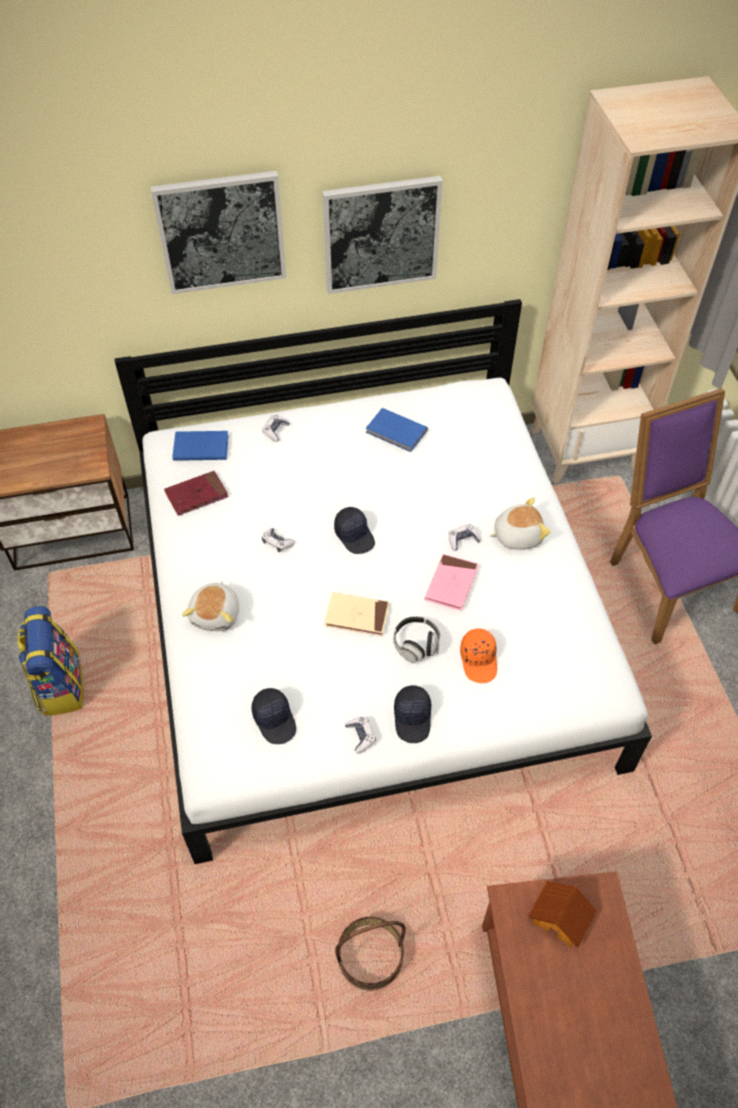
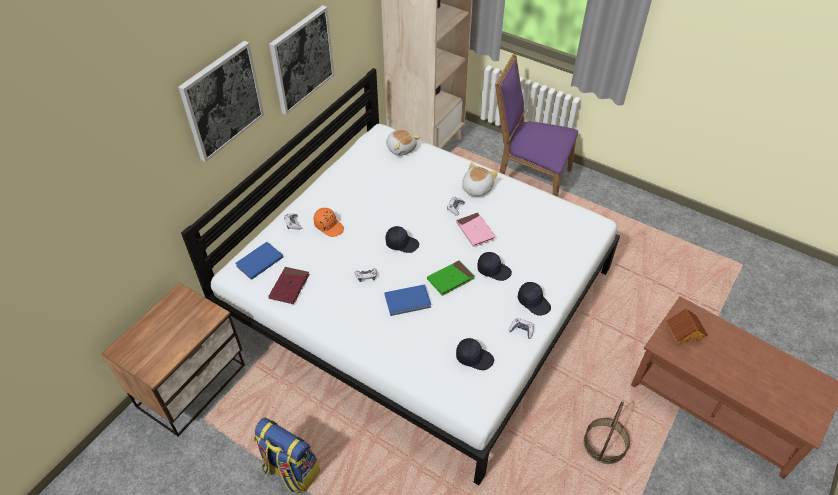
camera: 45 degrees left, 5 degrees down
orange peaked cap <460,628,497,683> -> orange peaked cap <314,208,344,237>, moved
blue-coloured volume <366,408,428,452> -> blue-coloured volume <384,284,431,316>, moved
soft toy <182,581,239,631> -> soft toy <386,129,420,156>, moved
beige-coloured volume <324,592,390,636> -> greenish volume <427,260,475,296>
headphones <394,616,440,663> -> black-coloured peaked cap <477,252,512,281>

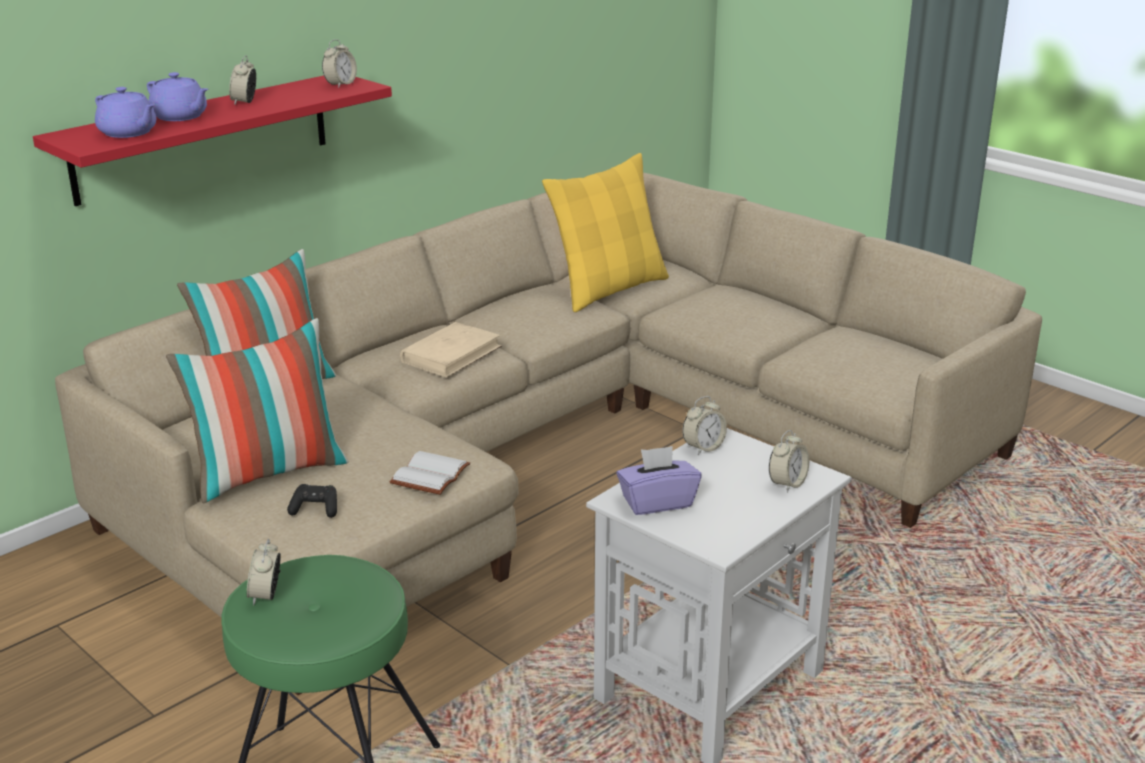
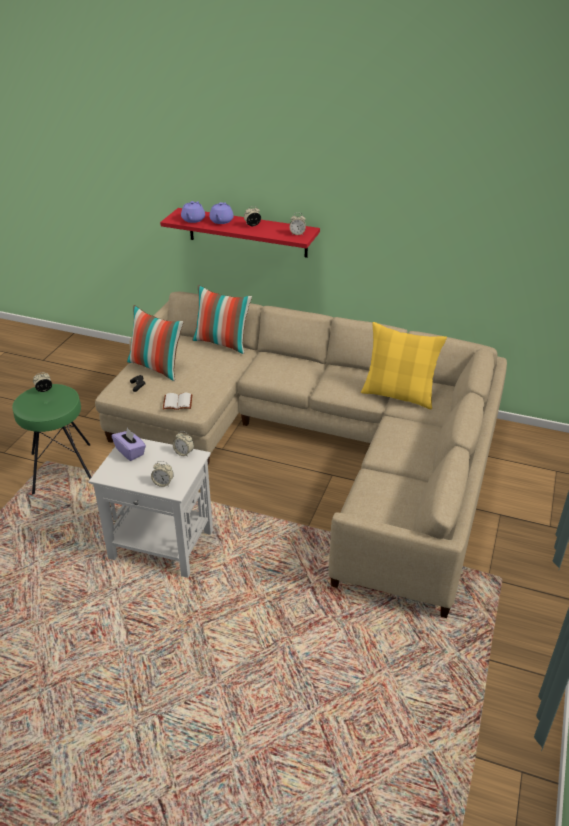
camera: 65 degrees right, 10 degrees up
beige-coloured volume <400,322,502,378> -> none

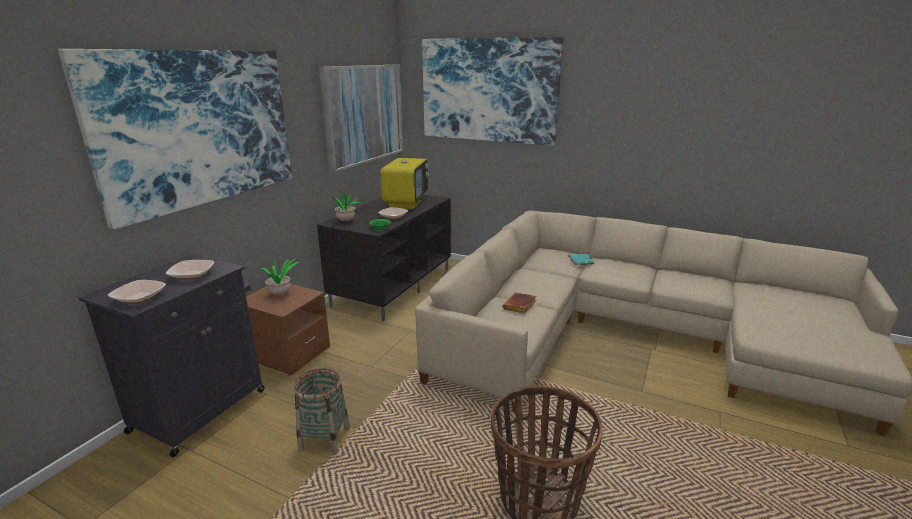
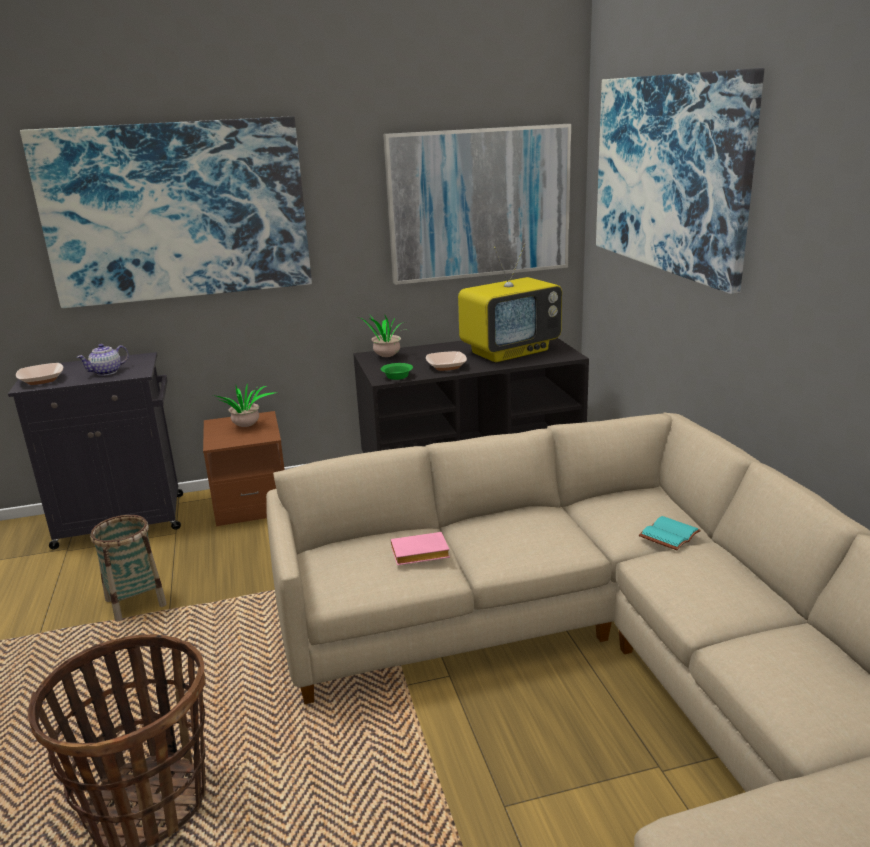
camera: 50 degrees right, 0 degrees up
deep dish <166,260,214,280> -> teapot <77,344,129,376>
brownish volume <503,292,536,314> -> pink-coloured volume <391,532,450,565>

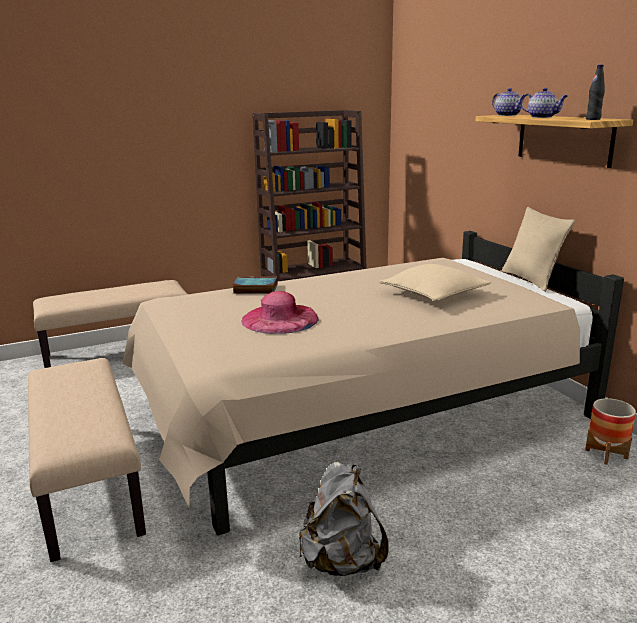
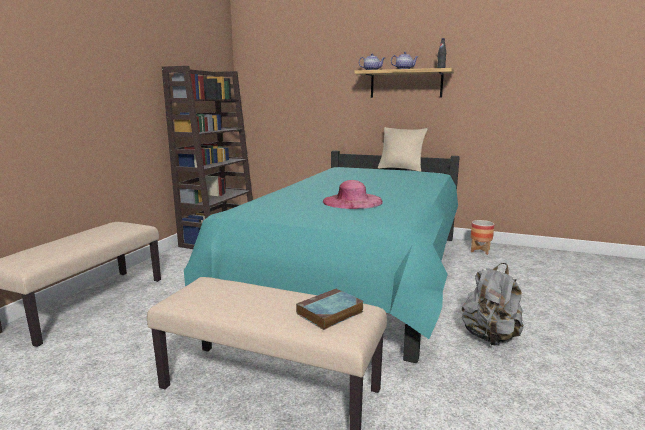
camera: 45 degrees left, 5 degrees down
beige-coloured sleeping bed <122,231,624,536> -> turquoise sleeping bed <184,151,460,363>
volume <232,276,278,294> -> volume <296,288,364,330>, moved
beige-coloured throw pillow <379,264,491,301> -> none

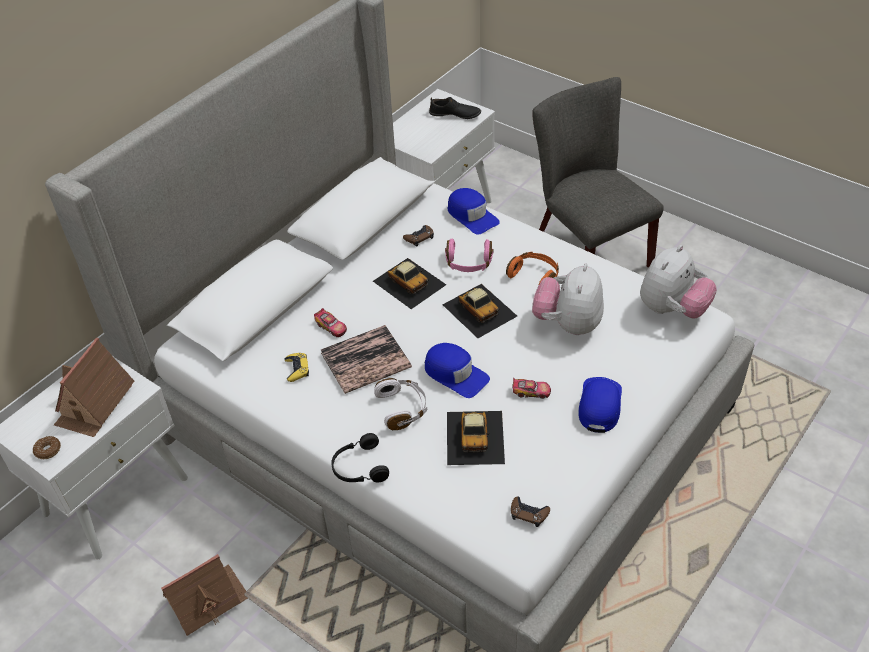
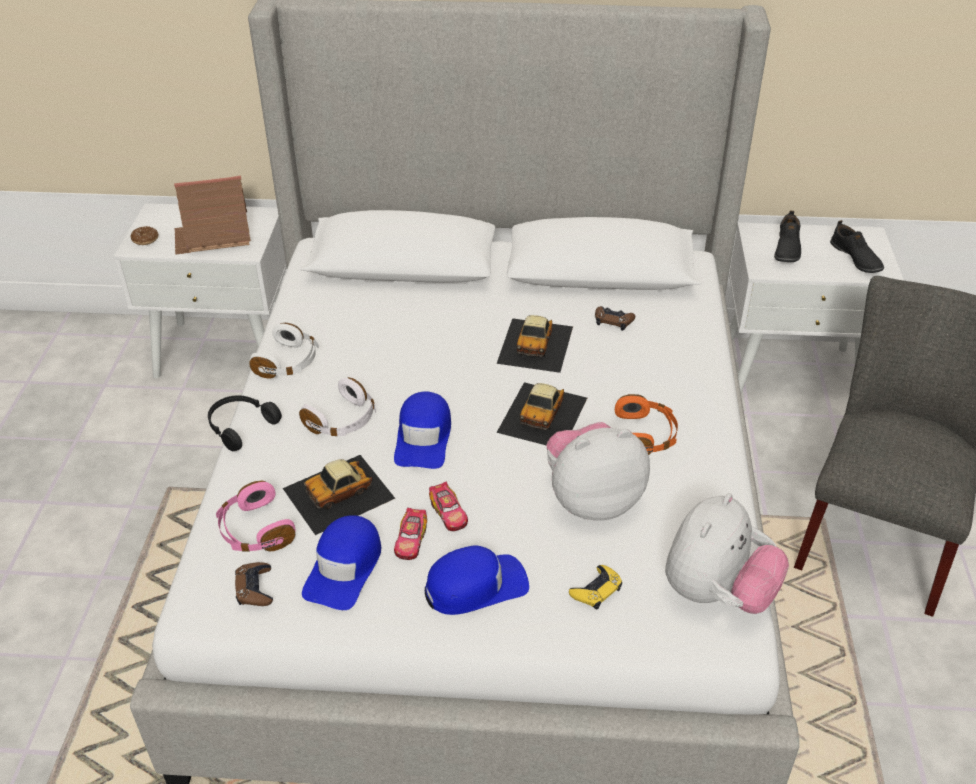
camera: 55 degrees right, 5 degrees down
pink-coloured headphones <445,238,494,272> -> pink-coloured headphones <216,480,295,552>, moved
none -> white headphones <249,323,319,379>
blue-coloured peaked cap <448,188,500,235> -> blue-coloured peaked cap <302,515,381,610>, moved
toy car <314,308,347,337> -> toy car <394,508,427,560>, moved
yellowish game controller <285,353,309,382> -> yellowish game controller <569,565,622,609>, moved
soft toy <640,245,717,319> -> soft toy <665,493,789,614>, 60 degrees counterclockwise
none -> black-coloured low shoe <774,210,801,262>
miniature house <161,554,248,636> -> none
volume <321,325,412,394> -> none

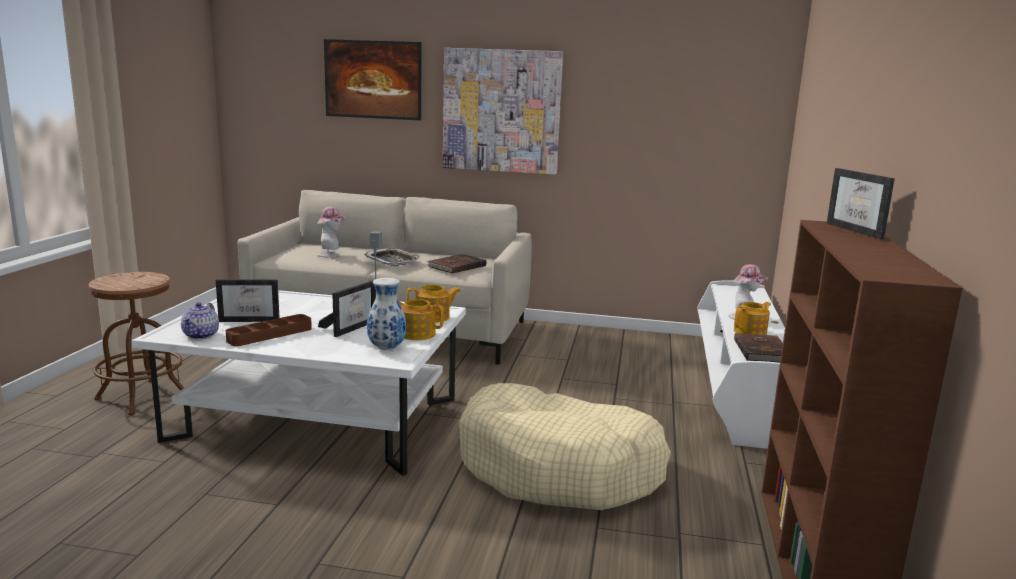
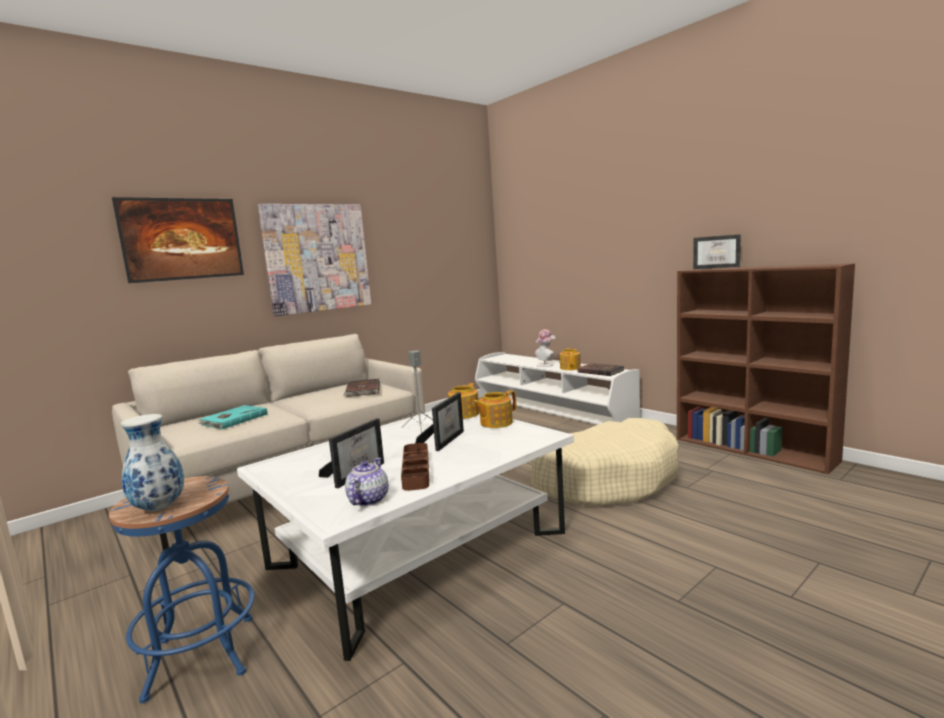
camera: 50 degrees left, 5 degrees down
brownish stool <89,272,184,416> -> blue-coloured stool <109,476,254,703>
flower vase <367,278,407,350> -> flower vase <121,414,184,512>, moved
hat <317,207,346,257> -> turquoise volume <198,405,268,429>
teapot <181,302,219,339> -> teapot <345,458,388,506>, 120 degrees counterclockwise
standing frame <318,280,376,337> -> standing frame <415,392,464,451>, 45 degrees clockwise
carrying tray <364,248,421,266> -> none

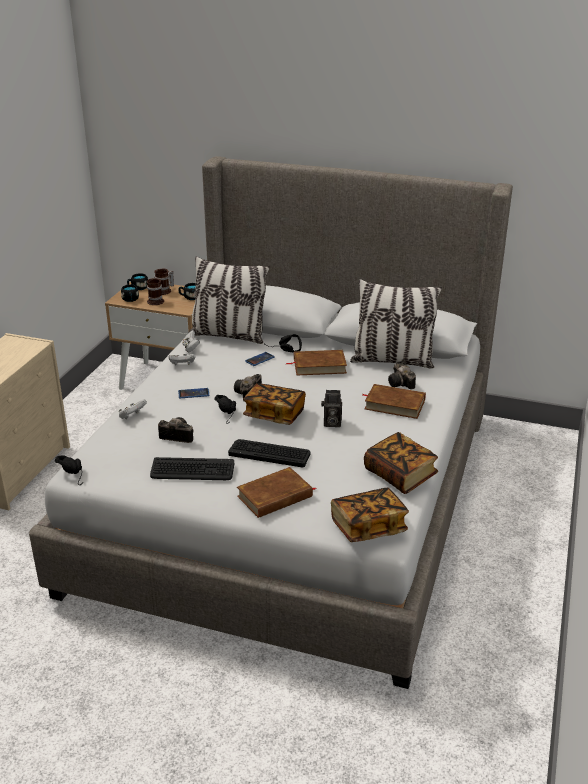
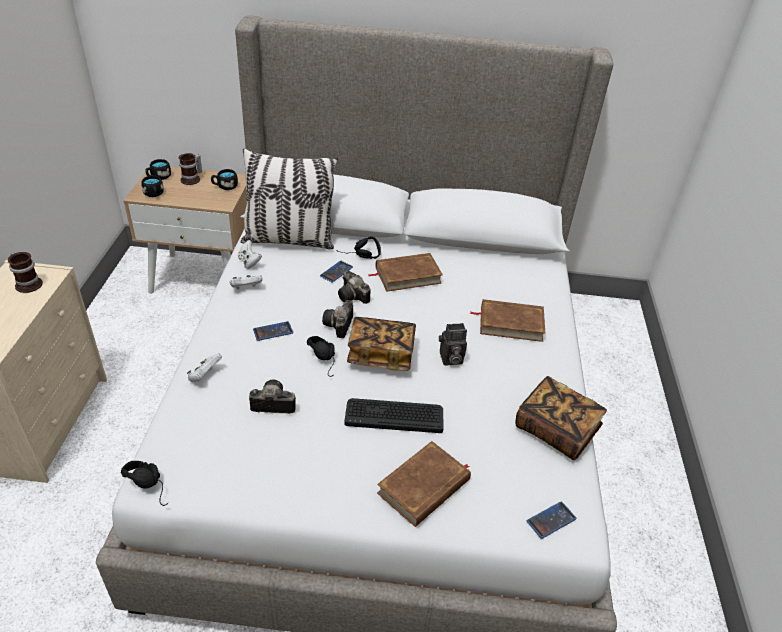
camera: 15 degrees left, 10 degrees up
mug <147,278,164,305> -> mug <8,252,43,293>, moved
still camera <388,362,416,390> -> still camera <338,271,370,304>, moved
volume <331,488,409,542> -> telephone <527,501,576,539>
PC keyboard <150,457,234,480> -> none
throw pillow <350,279,442,369> -> none

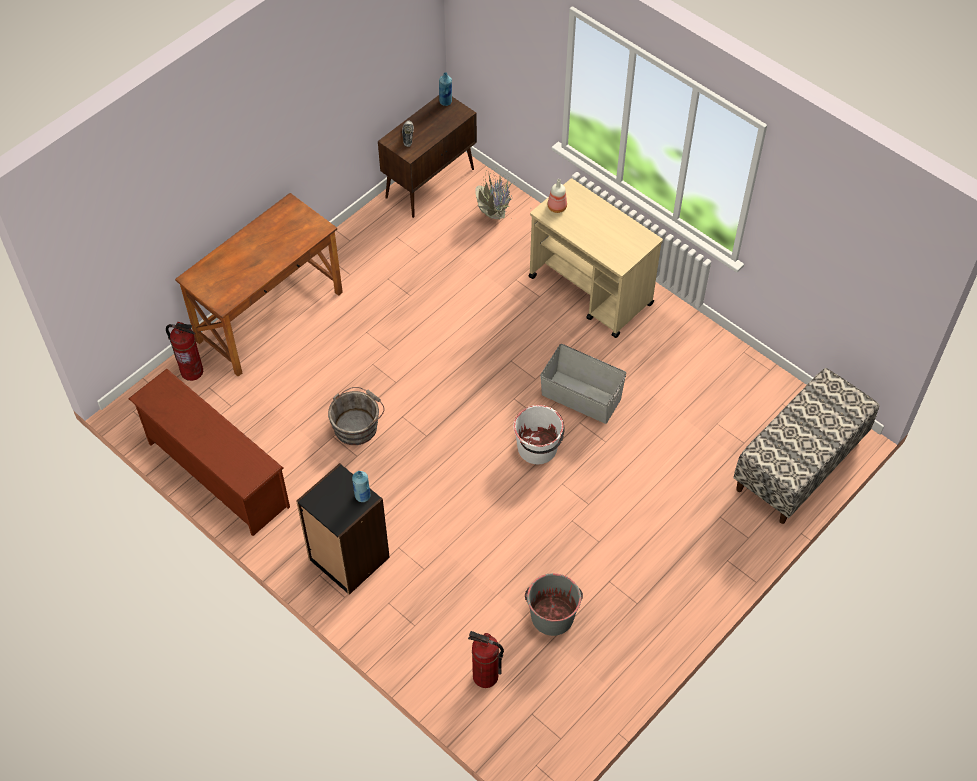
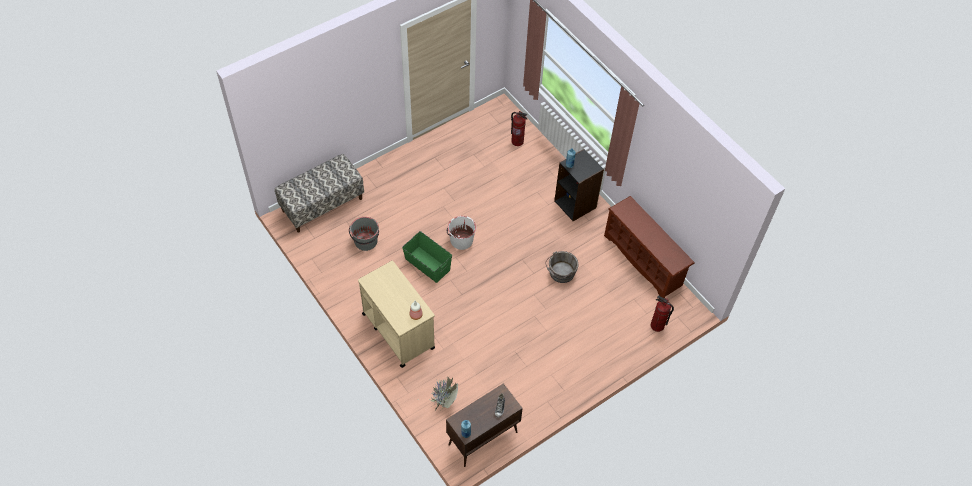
camera: 170 degrees left, 0 degrees up
grey water bucket <525,573,583,636> -> grey water bucket <349,217,379,251>, moved
grey storage box <540,344,627,424> -> greenish storage box <402,231,452,283>
brownish desk table <175,193,343,377> -> none

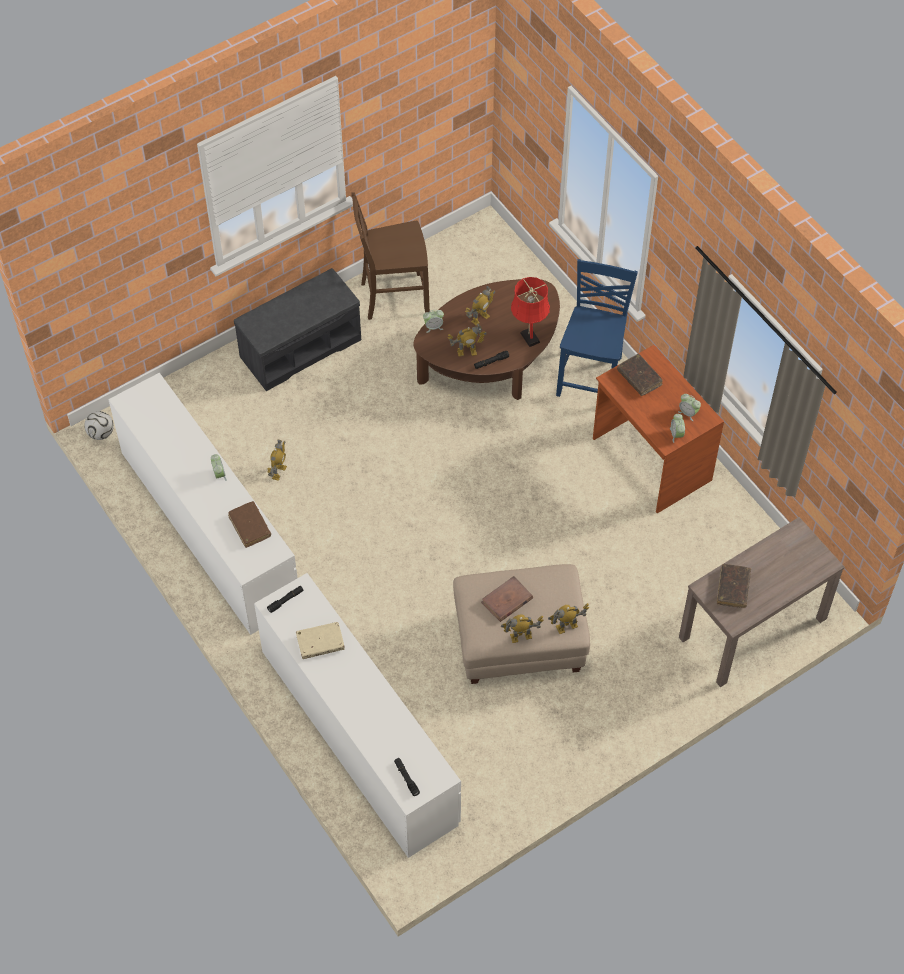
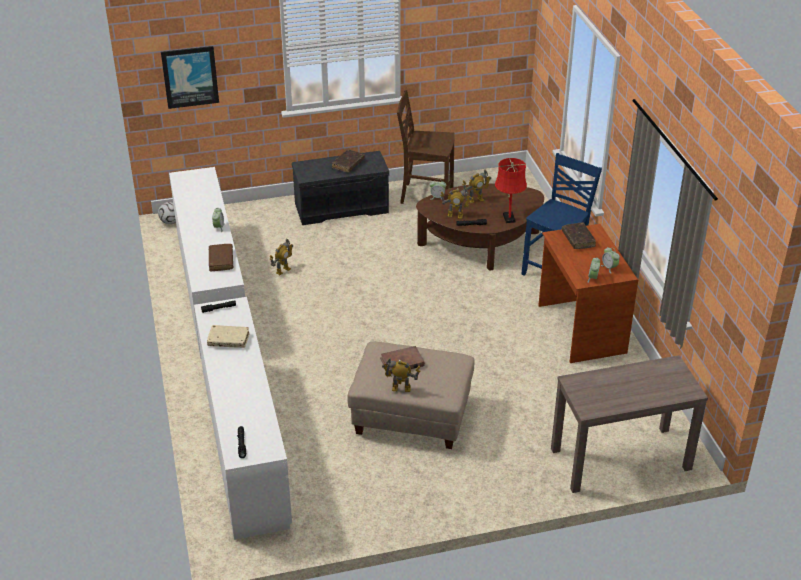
camera: 20 degrees right, 20 degrees down
none -> picture <161,46,219,109>
brownish volume <717,564,751,608> -> brownish volume <332,150,365,172>, moved
toy robot <548,603,589,634> -> none

